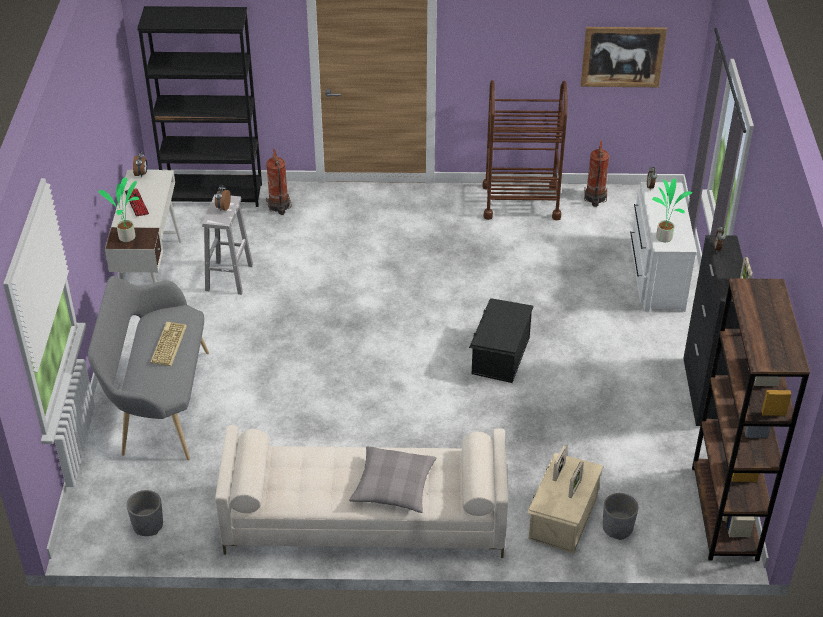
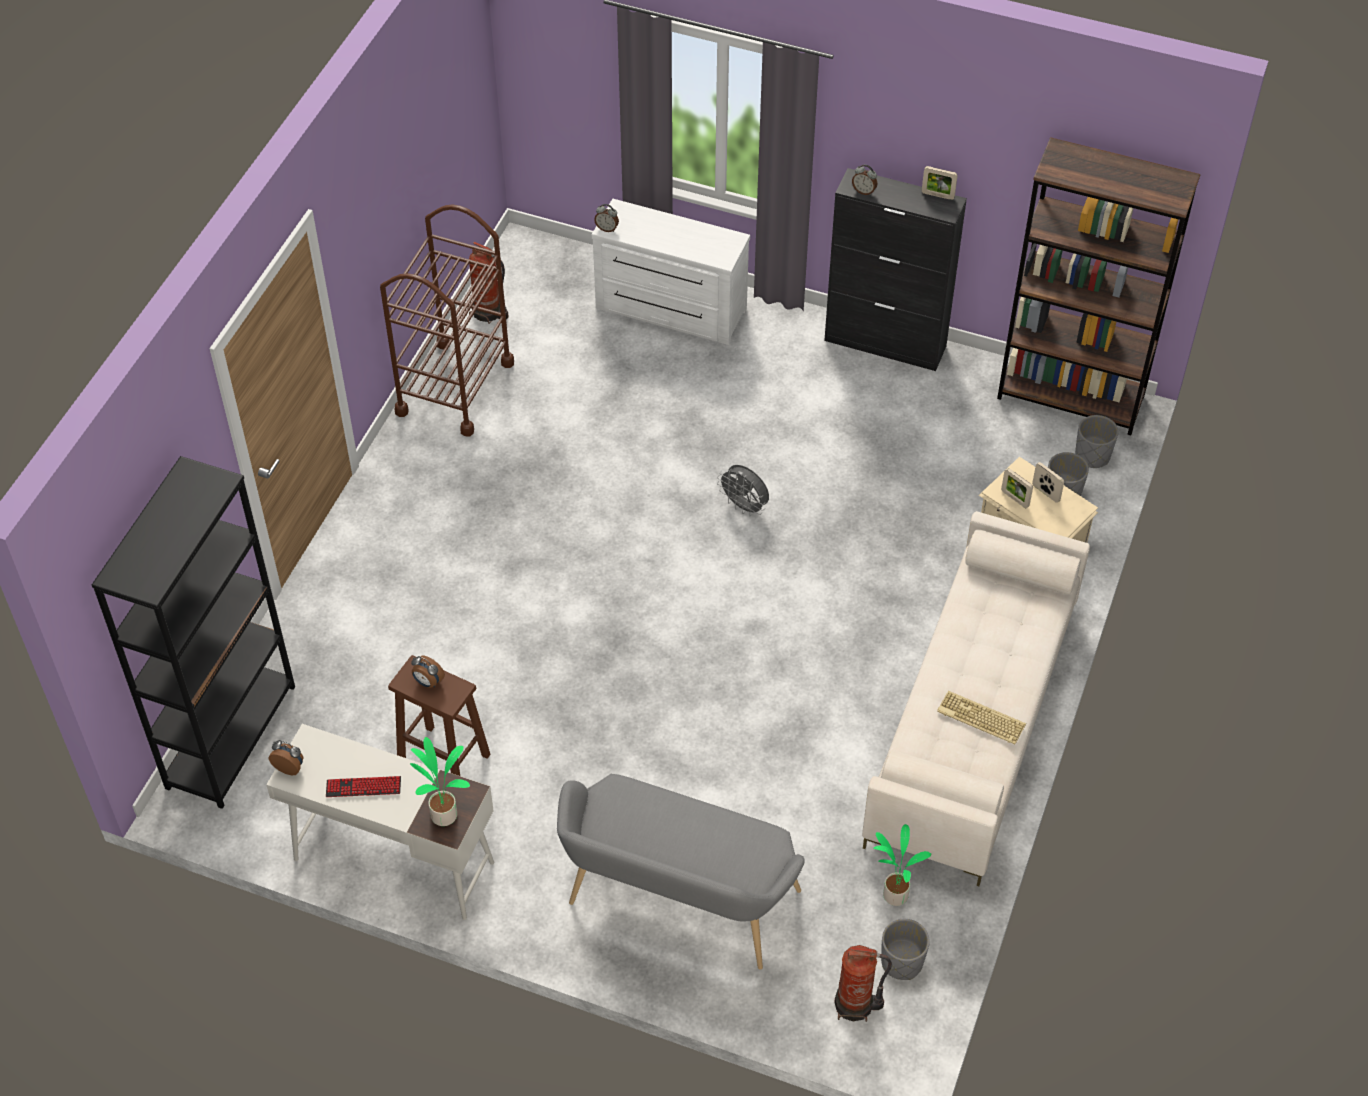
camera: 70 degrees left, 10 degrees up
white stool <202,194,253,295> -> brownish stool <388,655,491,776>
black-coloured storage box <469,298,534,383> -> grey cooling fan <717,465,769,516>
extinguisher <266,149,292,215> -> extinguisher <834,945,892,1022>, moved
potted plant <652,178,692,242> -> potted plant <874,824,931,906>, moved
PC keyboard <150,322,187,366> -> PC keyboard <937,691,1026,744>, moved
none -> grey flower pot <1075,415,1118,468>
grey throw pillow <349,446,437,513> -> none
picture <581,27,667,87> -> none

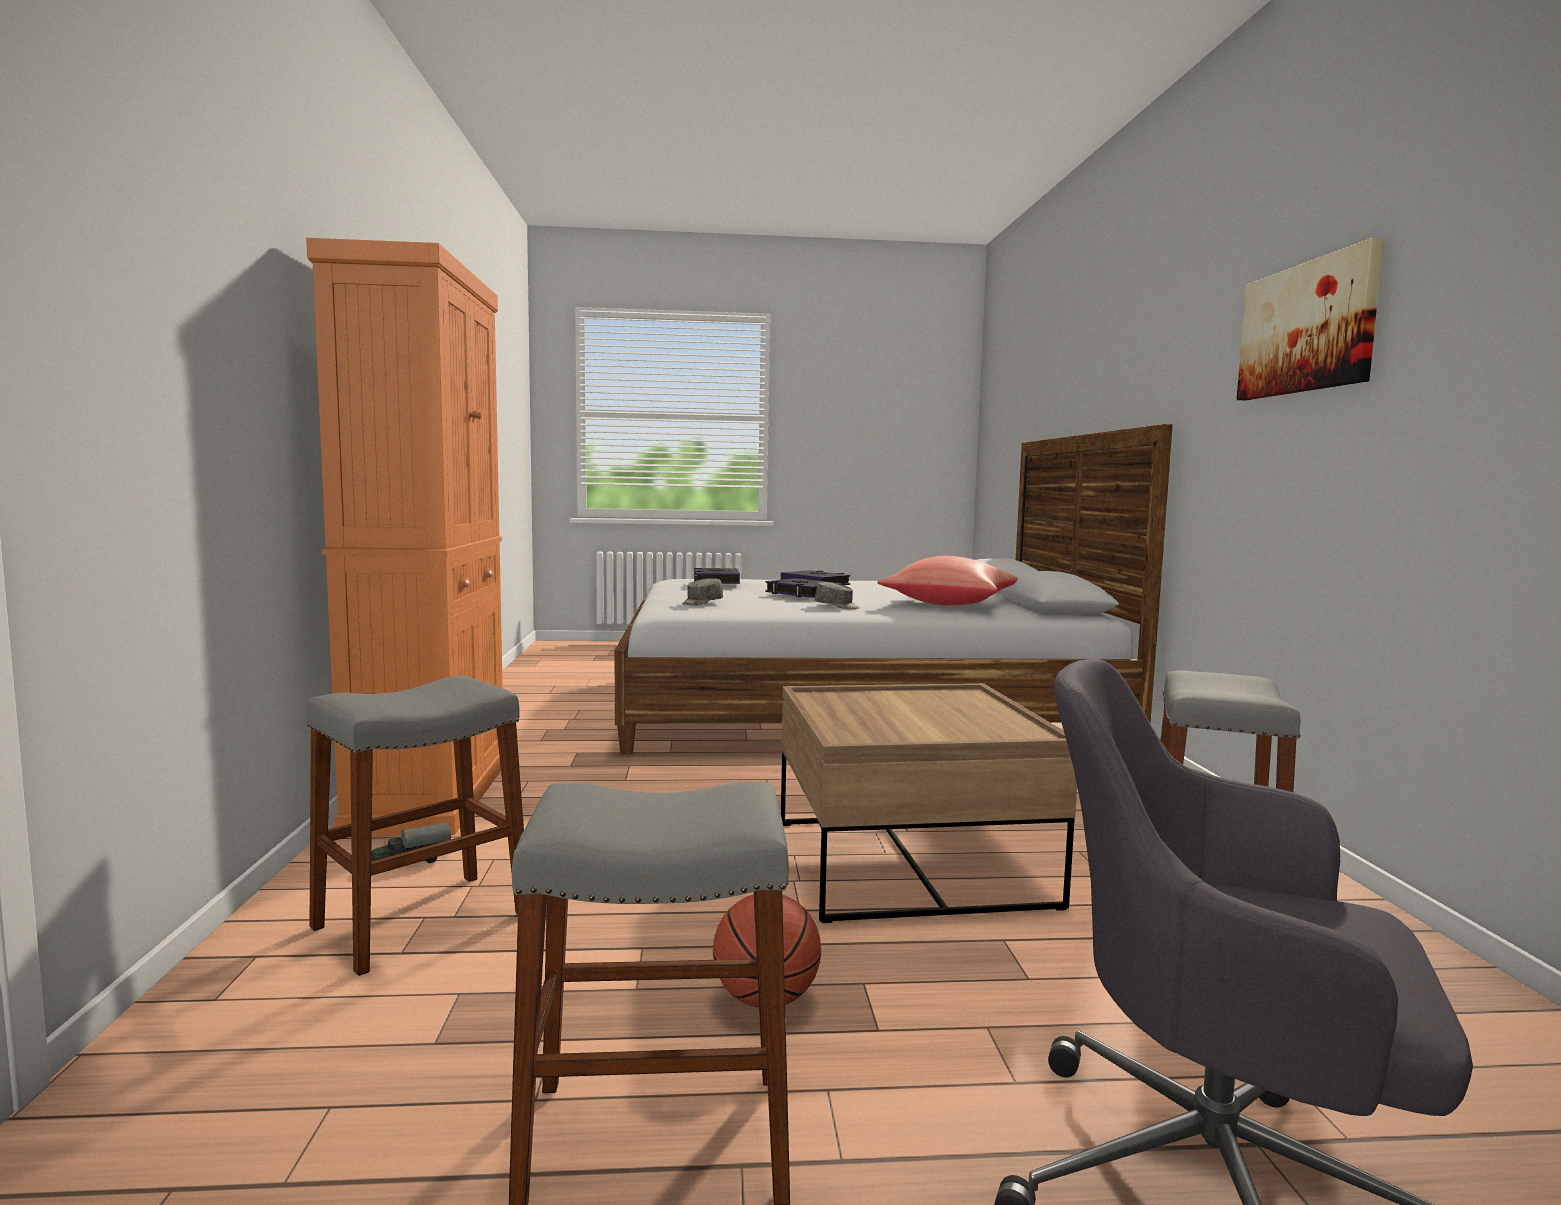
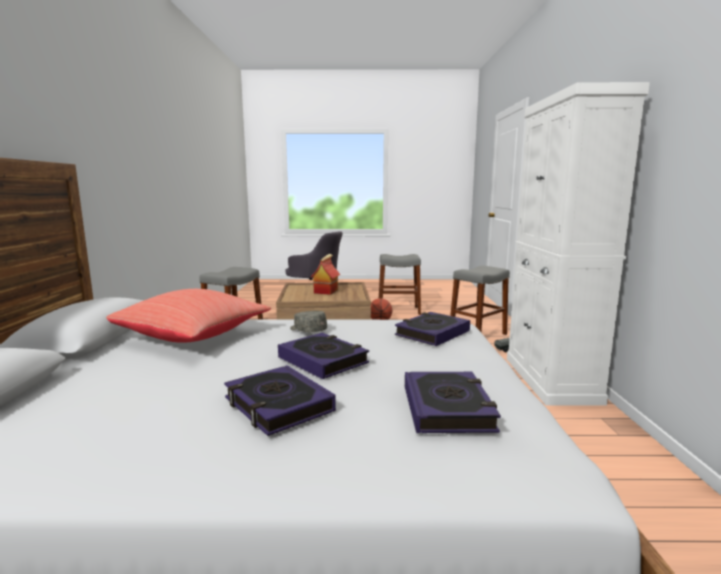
camera: 175 degrees left, 5 degrees up
none -> miniature house <311,254,340,295>
grey peaked cap <682,578,723,605> -> volume <395,312,470,346>
orange cupboard <306,238,503,836> -> white cupboard <507,82,650,406>
picture <1237,238,1384,400> -> none

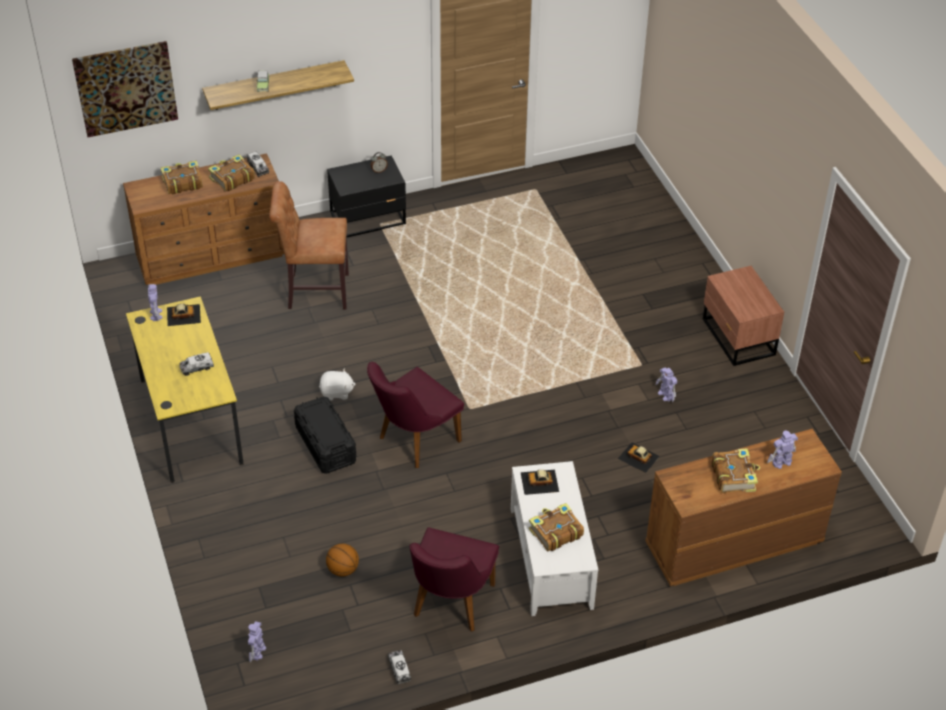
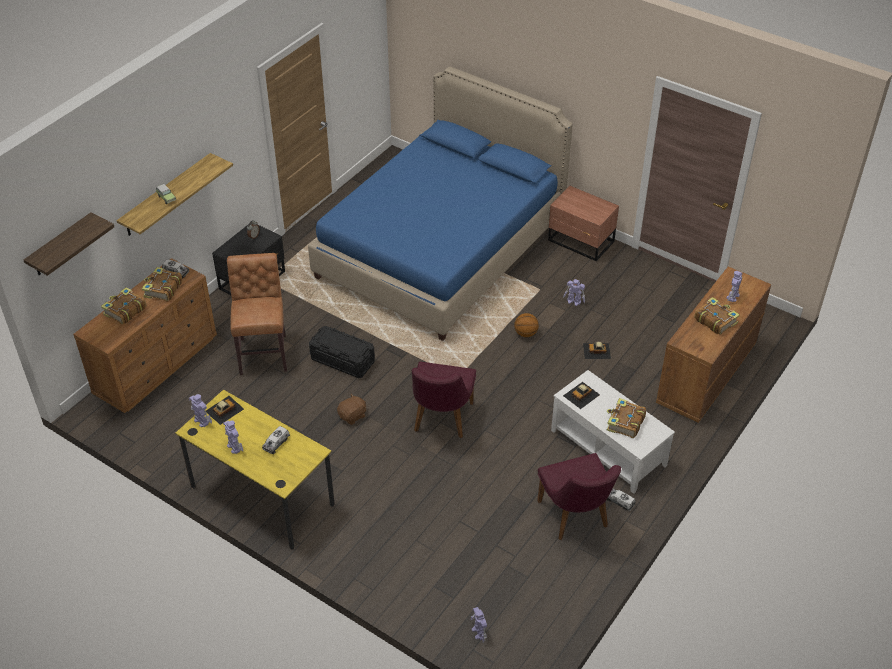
camera: 35 degrees left, 0 degrees up
picture <72,41,178,137> -> shelf <24,212,114,276>
none -> toy robot <223,421,243,454>
brownish upright chair <269,181,349,309> -> brownish upright chair <227,253,287,375>, 120 degrees clockwise
none -> blue-coloured sleeping bed <308,66,573,341>
black-coloured storage box <294,396,356,474> -> black-coloured storage box <309,326,375,378>, moved
white soft toy <319,369,356,400> -> brownish soft toy <337,394,366,425>
basketball <326,544,359,577> -> basketball <514,313,539,337>, moved
toy truck <388,650,411,684> -> toy truck <607,489,636,511>, moved

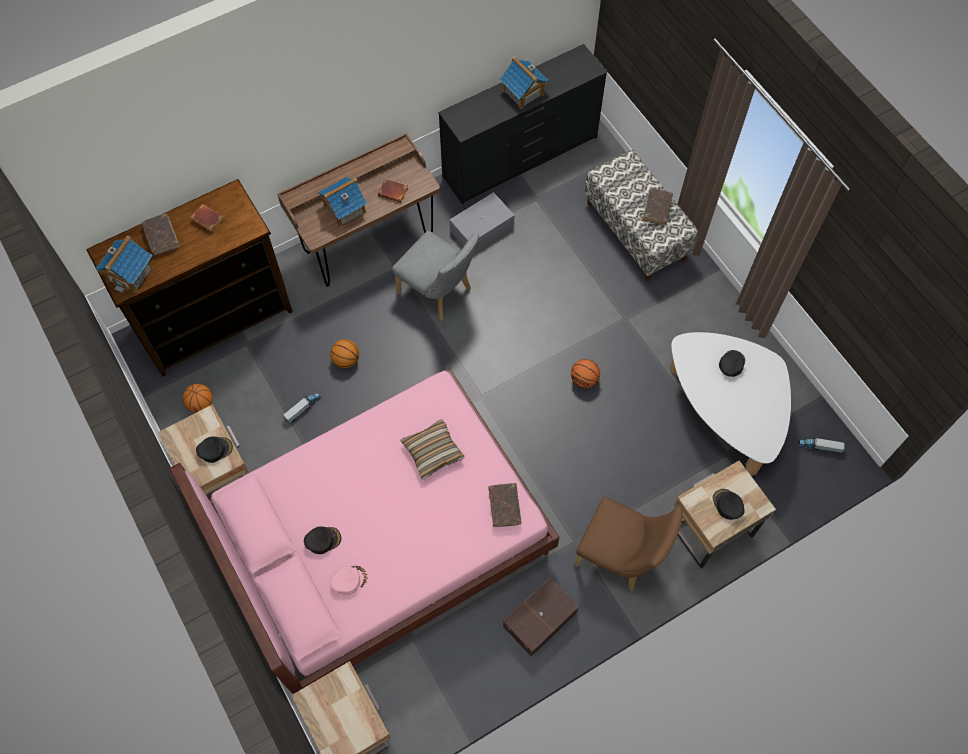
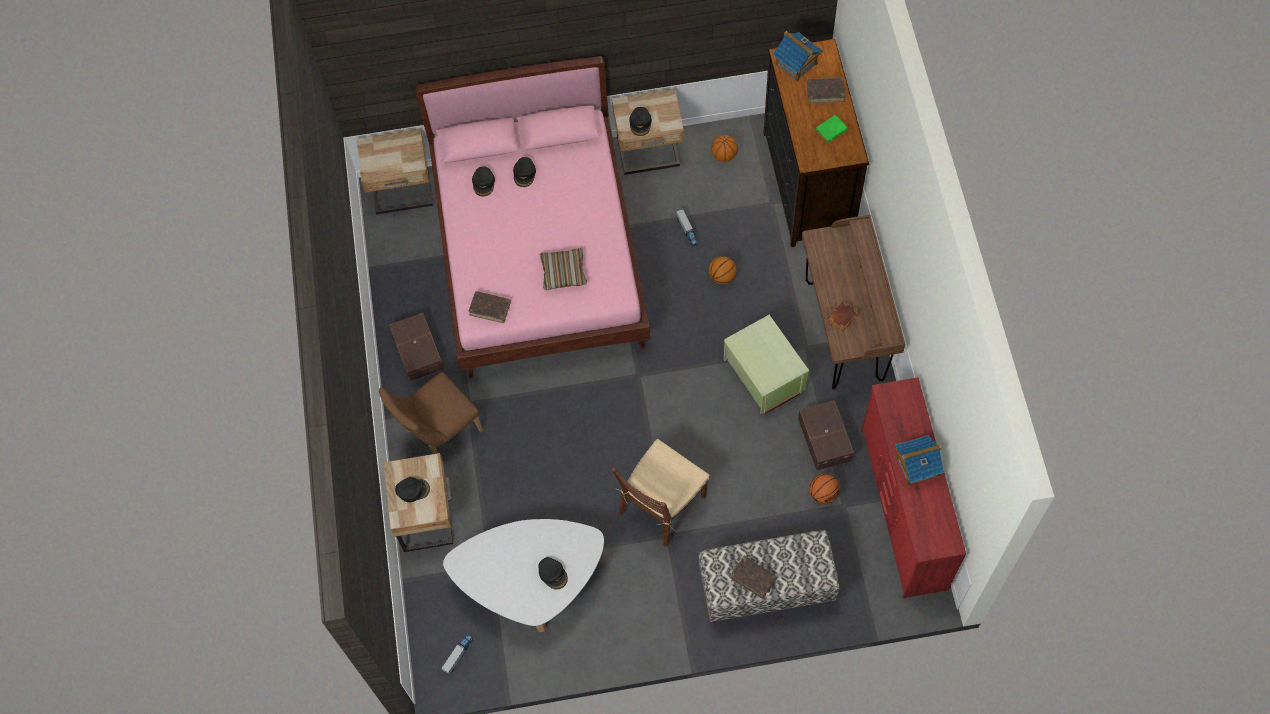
camera: 115 degrees right, 0 degrees up
pink-coloured peaked cap <330,566,368,595> -> black-coloured peaked cap <472,166,495,197>
none -> brownish upright chair <611,439,710,547>
grey upright chair <392,231,479,321> -> greenish storage box <724,314,809,414>
grey storage box <450,192,515,252> -> brownish storage box <798,400,854,471>
basketball <571,359,600,388> -> basketball <809,474,840,504>, moved
brownish volume <190,204,225,232> -> greenish volume <816,115,848,143>
black-coloured chest of drawers <438,44,607,205> -> red-coloured chest of drawers <861,377,966,598>
miniature house <318,177,367,227> -> none

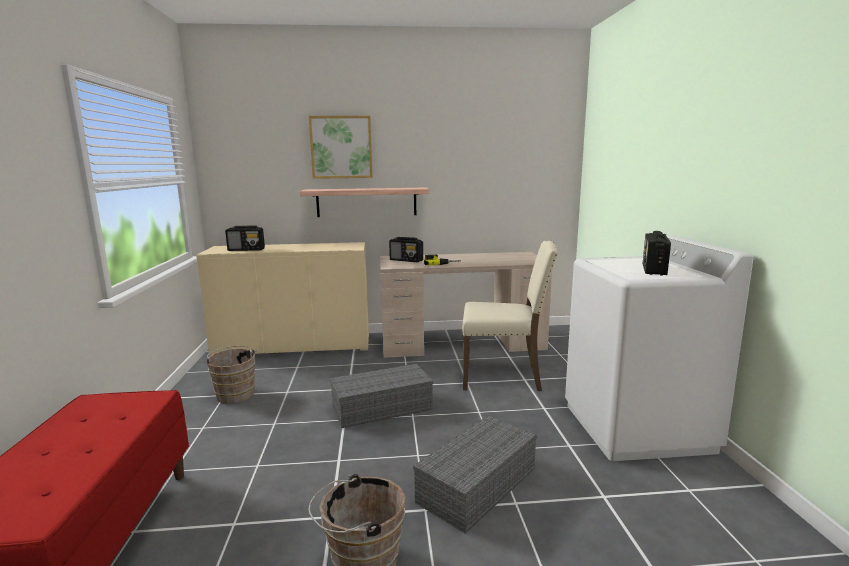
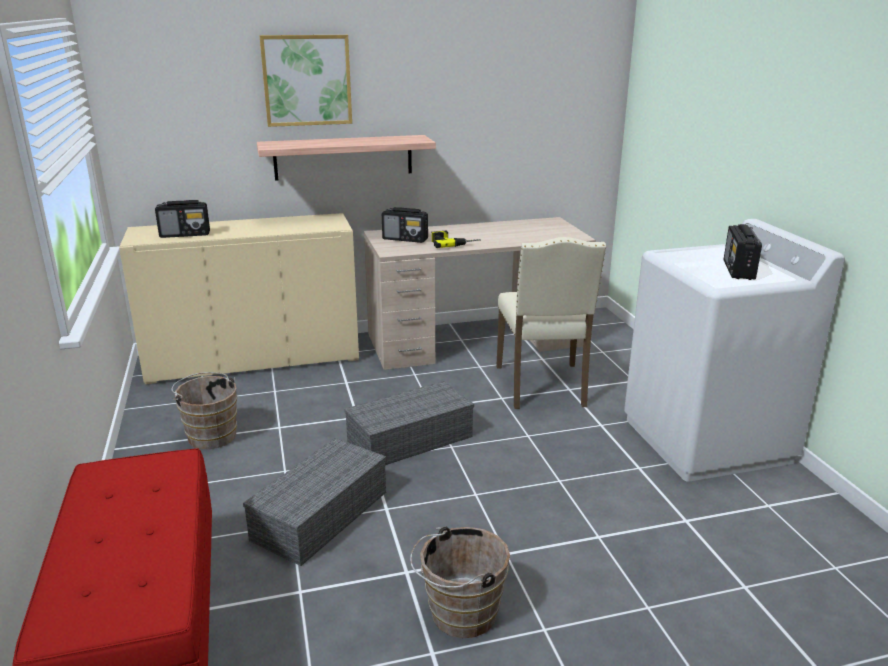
camera: 10 degrees left, 10 degrees up
grey storage box <413,415,537,534> -> grey storage box <243,438,386,566>, moved
beige-coloured upright chair <462,241,558,391> -> beige-coloured upright chair <496,237,606,409>, 90 degrees clockwise

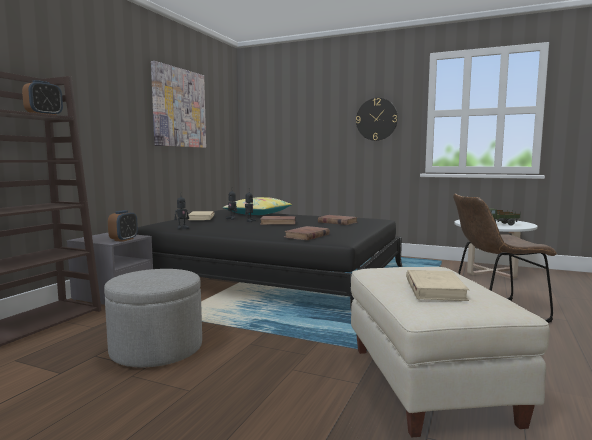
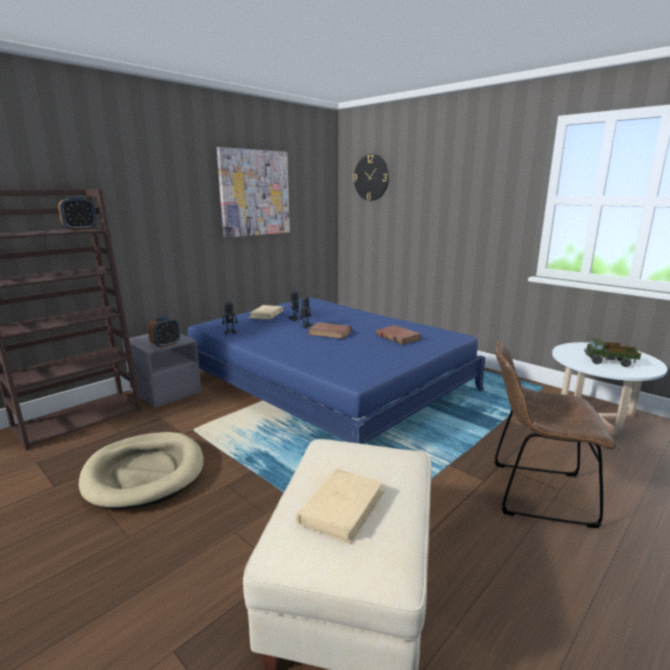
camera: 20 degrees right, 10 degrees up
grey footrest <104,269,202,368> -> beige-coloured dog cushion <79,432,204,510>
black-coloured sleeping bed <137,210,402,309> -> blue-coloured sleeping bed <188,298,485,444>
hanging clock <356,98,398,141> -> hanging clock <353,154,389,201>, moved
yellowish throw pillow <223,197,292,215> -> none
brownish volume <284,226,330,240> -> none

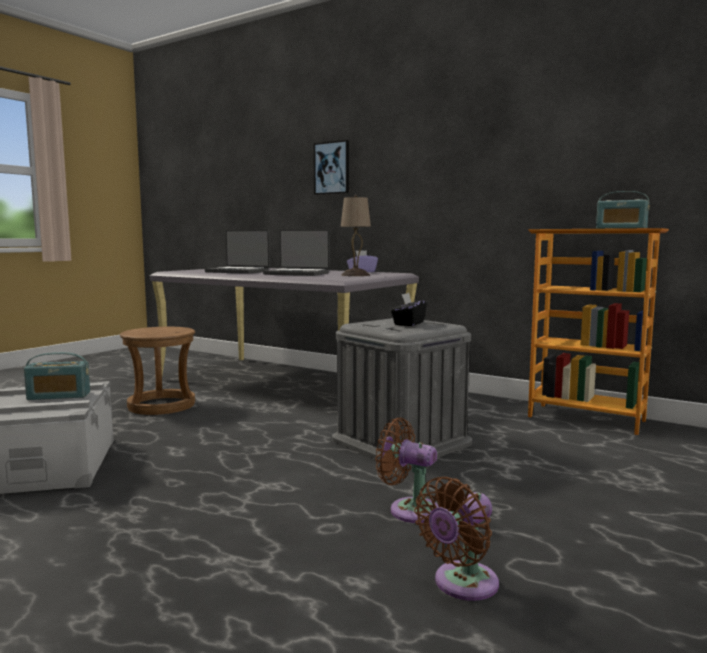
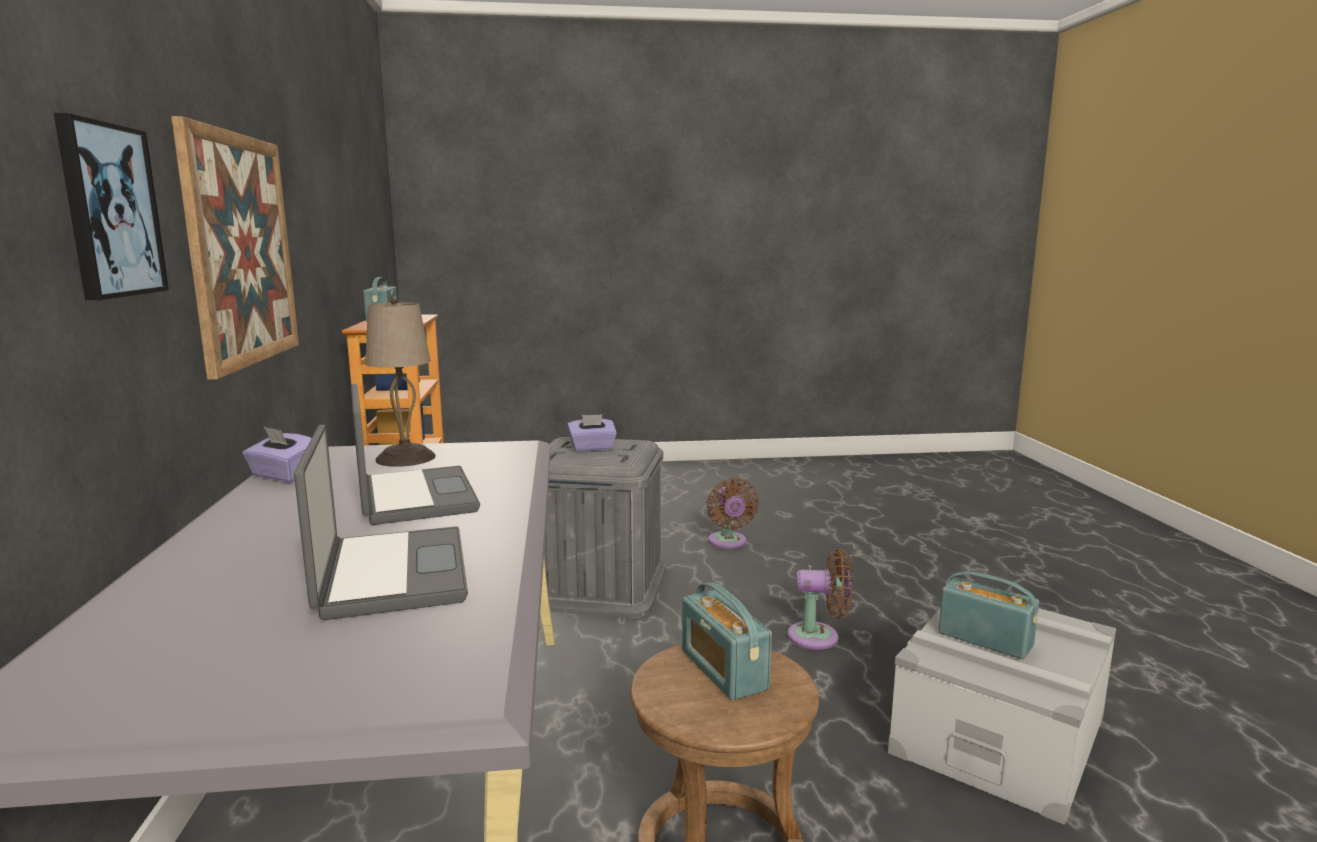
camera: 130 degrees left, 5 degrees up
none -> picture <171,116,299,380>
black-coloured box of tissues <391,293,427,326> -> purple box of tissues <567,414,617,452>
none -> radio receiver <682,582,772,700>
brownish cooling fan <414,477,499,601> -> brownish cooling fan <787,548,852,650>, moved

